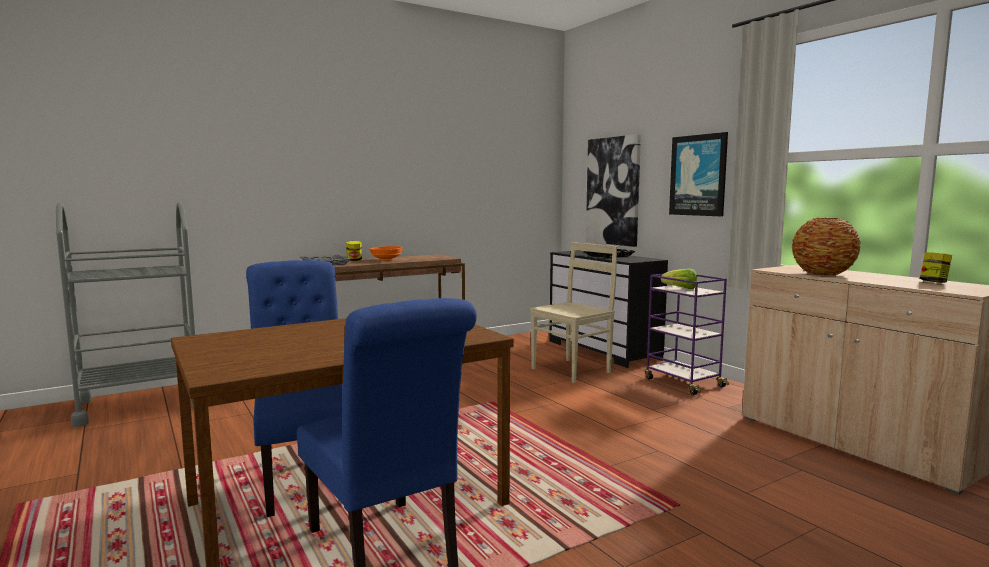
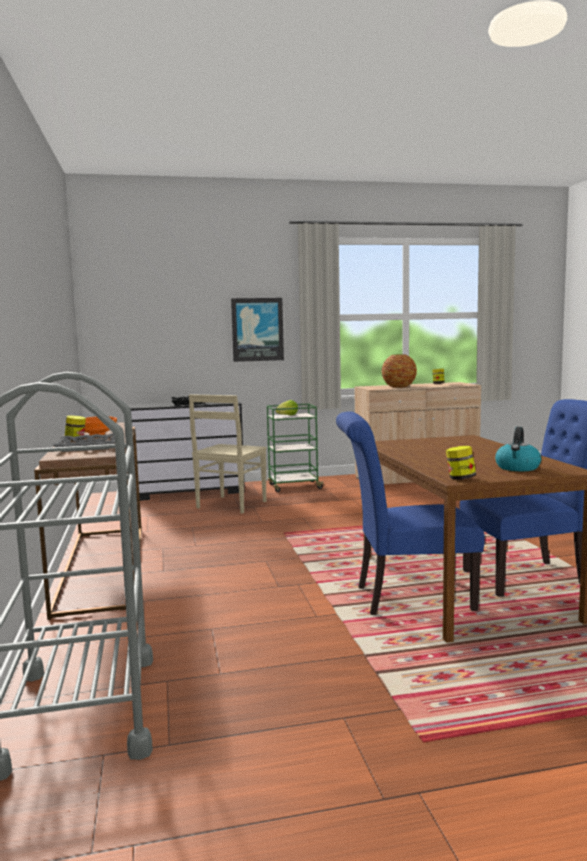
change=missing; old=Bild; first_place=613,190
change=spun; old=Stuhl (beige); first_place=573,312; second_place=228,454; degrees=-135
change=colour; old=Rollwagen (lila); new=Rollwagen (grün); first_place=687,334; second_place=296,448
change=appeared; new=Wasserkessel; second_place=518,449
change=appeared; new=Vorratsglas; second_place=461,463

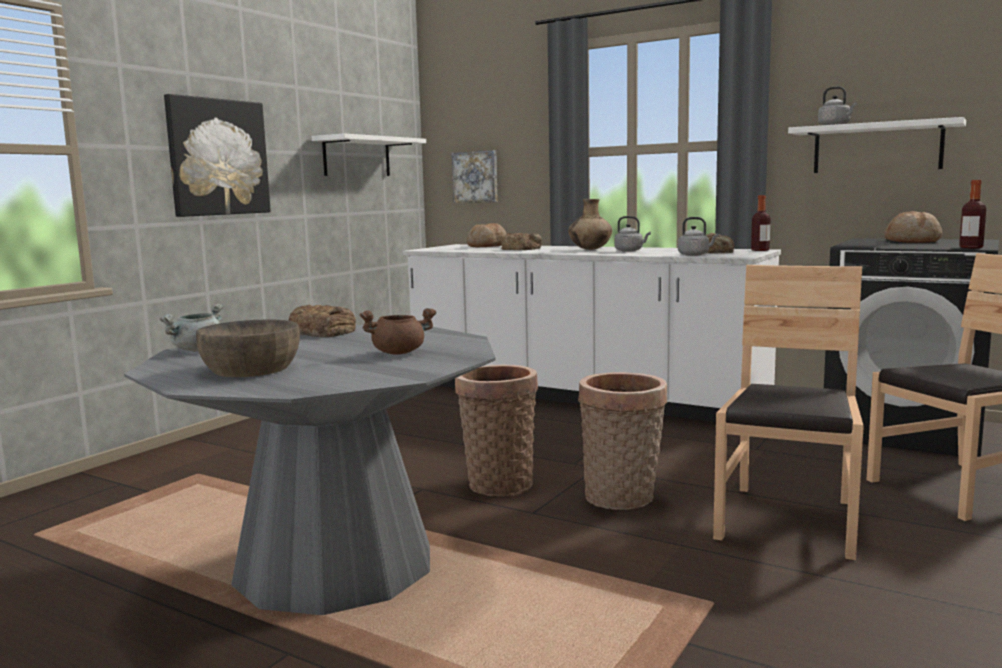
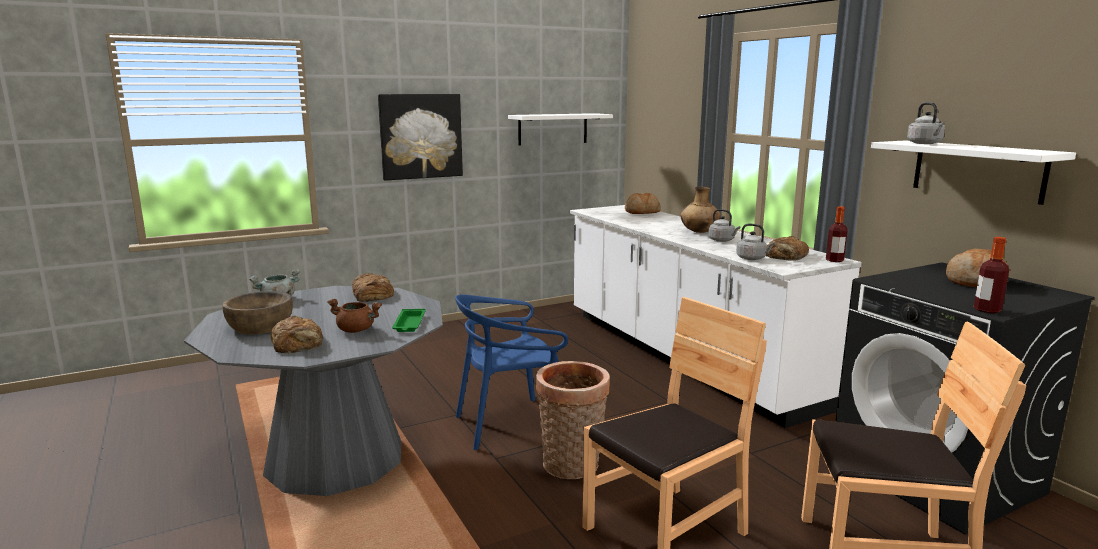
change=missing; old=Bild; first_place=475,177
change=relocated; old=Brot; first_place=521,241; second_place=297,335
change=exchanged; old=Korb; new=Stuhl (blau); first_place=496,431; second_place=511,372
change=appeared; new=Tablett (grün); second_place=409,320

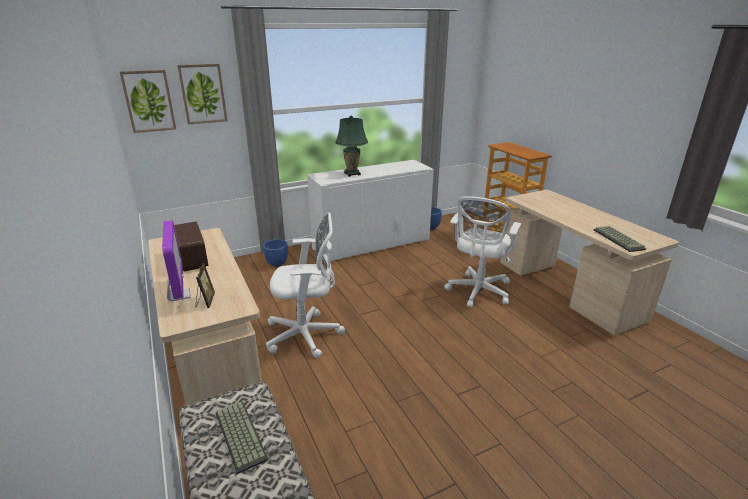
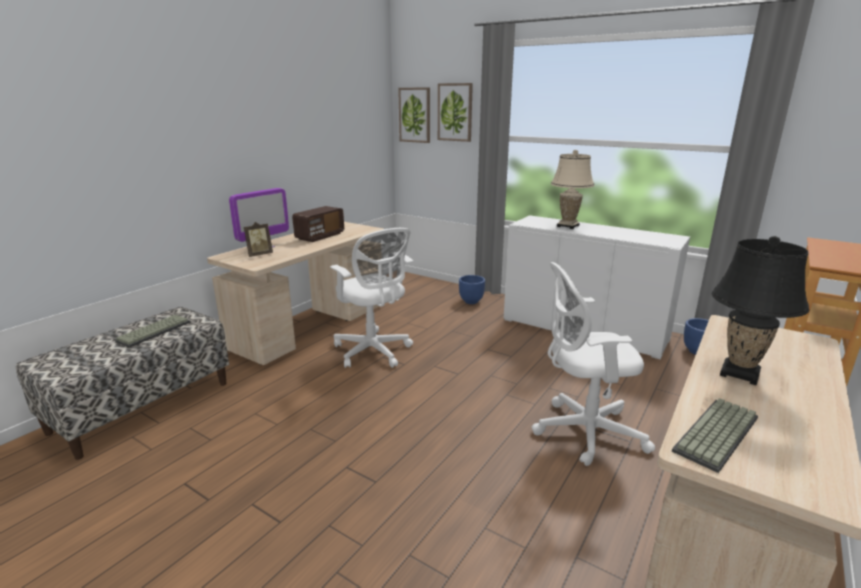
change=colour; old=Tischlampe (grün); new=Tischlampe (beige); first_place=351,146; second_place=573,189
change=appeared; new=Tischlampe (schwarz); second_place=760,311

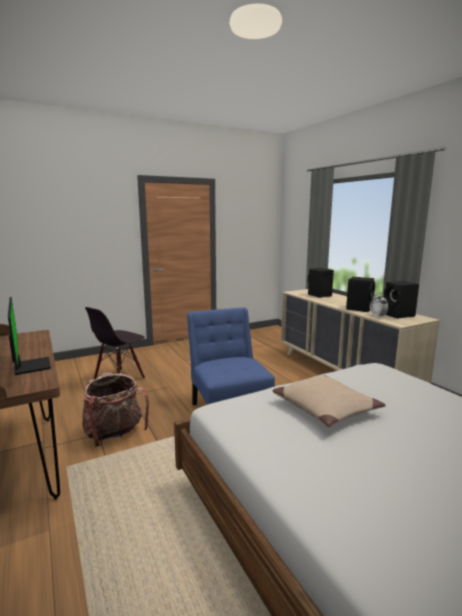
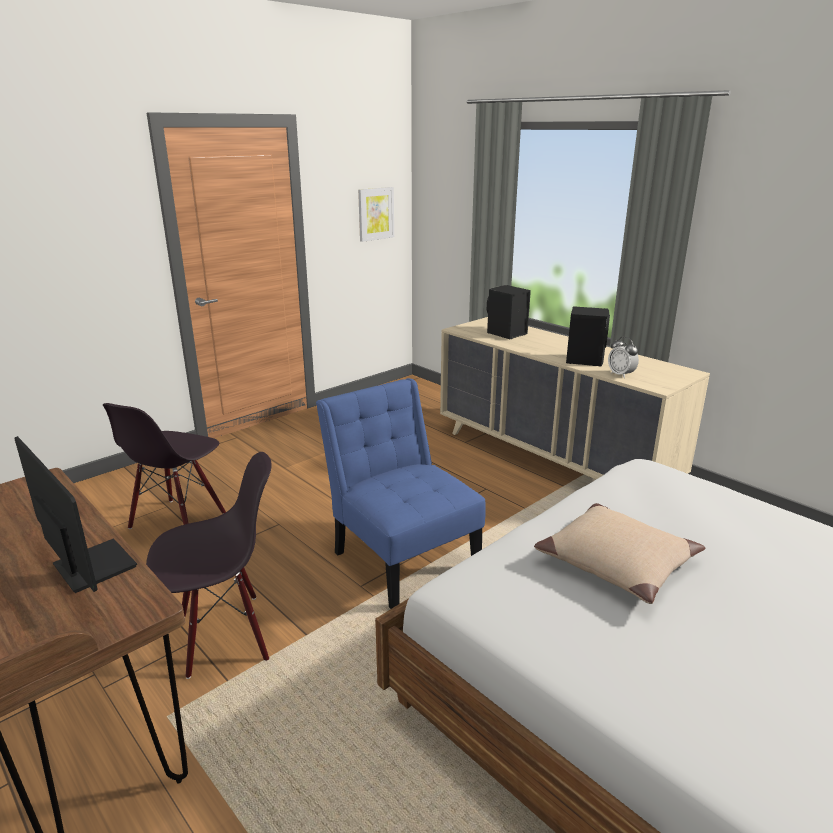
change=missing; old=Lautsprecher (schwarz); first_place=401,299
change=exchanged; old=Rucksack; new=Stuhl (schwarz); first_place=115,409; second_place=209,565
change=appeared; new=Bild; second_place=376,214

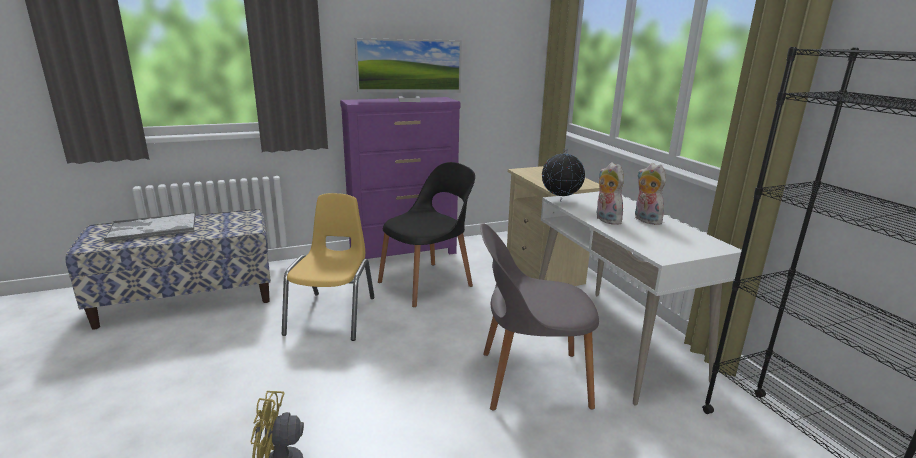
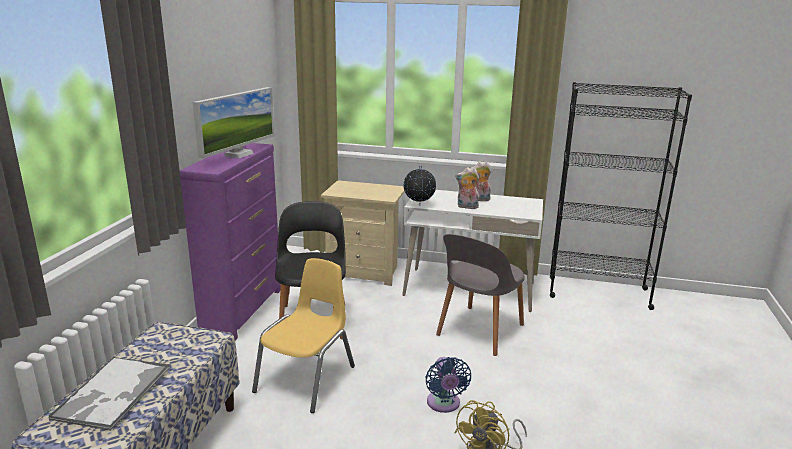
change=spun; old=Stuhl (gelb); first_place=328,267; second_place=303,335; degrees=75
change=appeared; new=Ventilator (blau); second_place=448,385

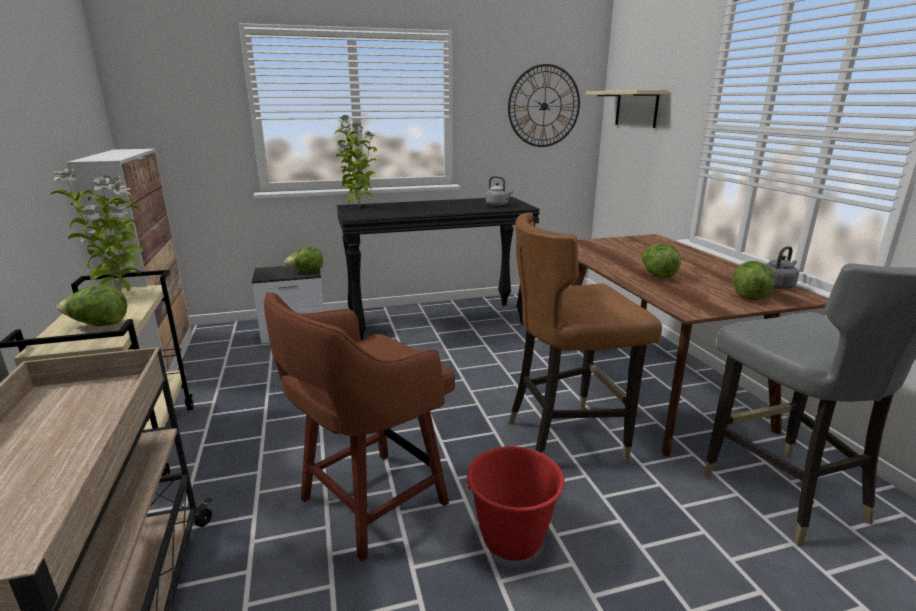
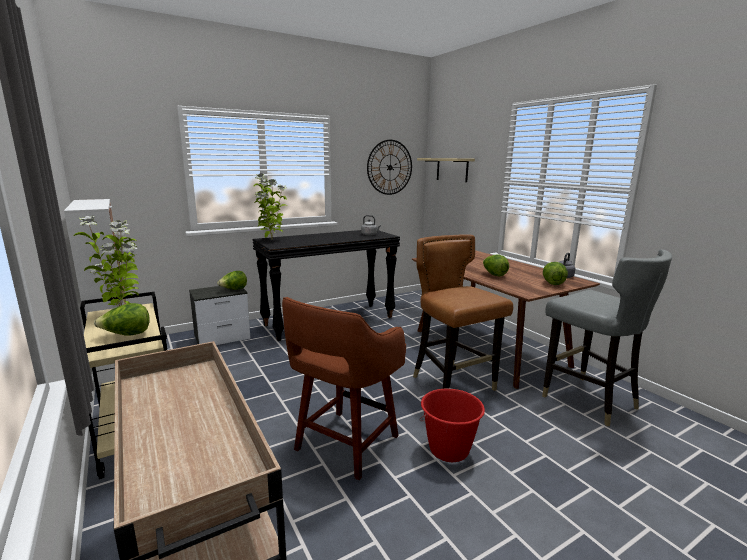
change=spun; old=Stuhl (braun); first_place=585,337; second_place=463,312; degrees=90

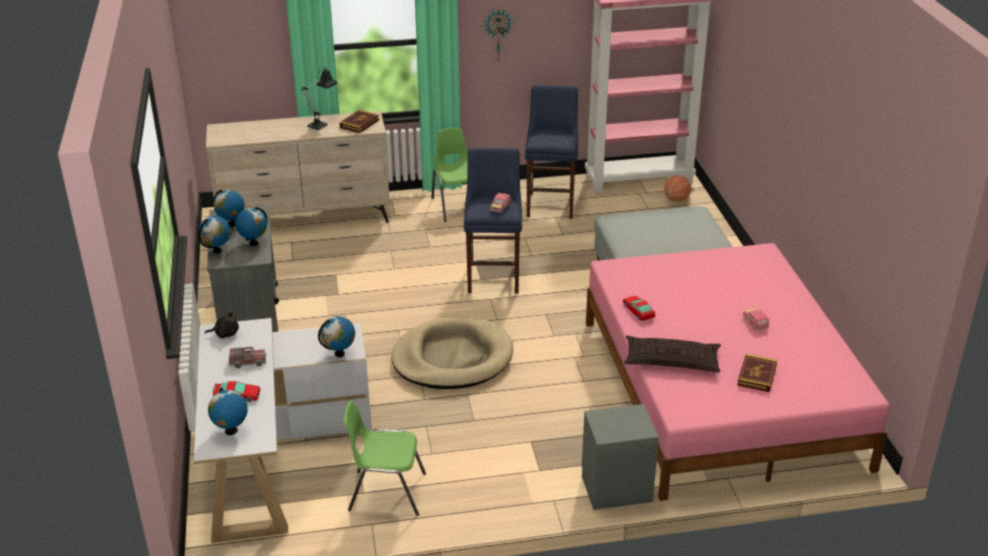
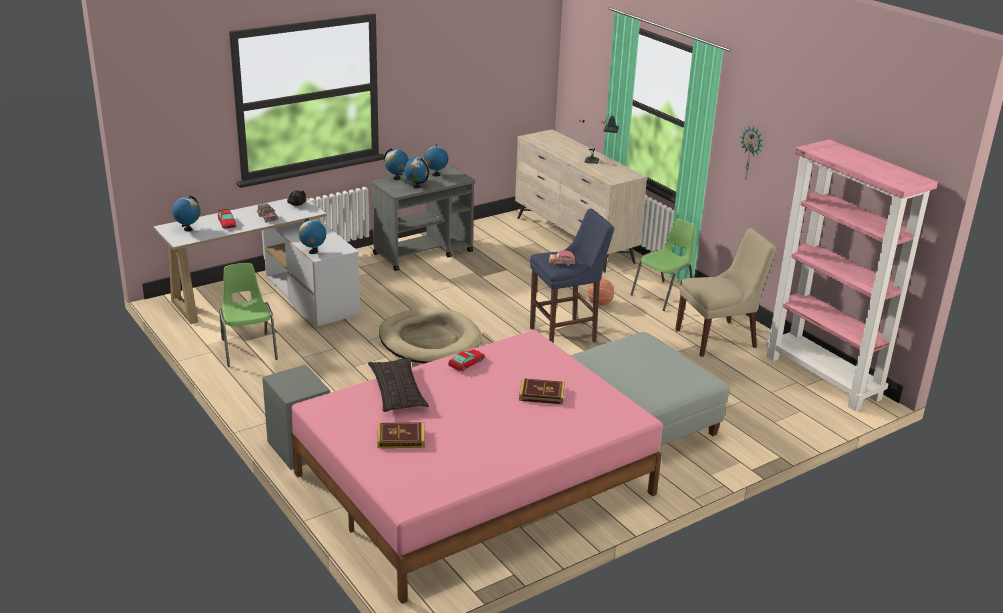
change=exchanged; old=Hocker (blau); new=Stuhl (beige); first_place=551,152; second_place=726,292
change=relocated; old=Buch; first_place=360,121; second_place=542,391
change=relocated; old=Basketball; first_place=677,188; second_place=601,292
change=missing; old=Spielzeugauto; first_place=756,319

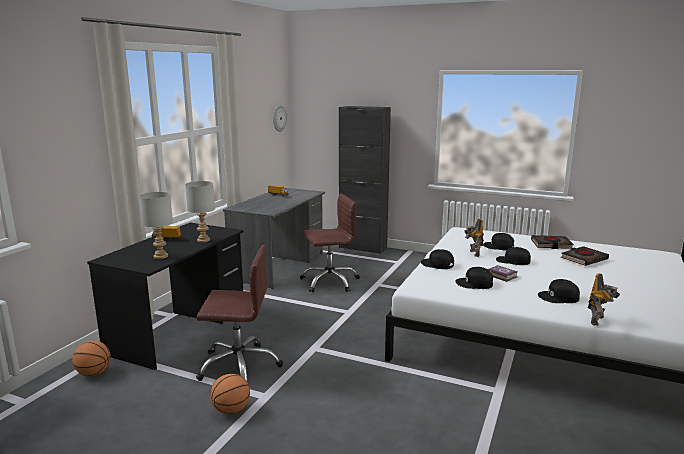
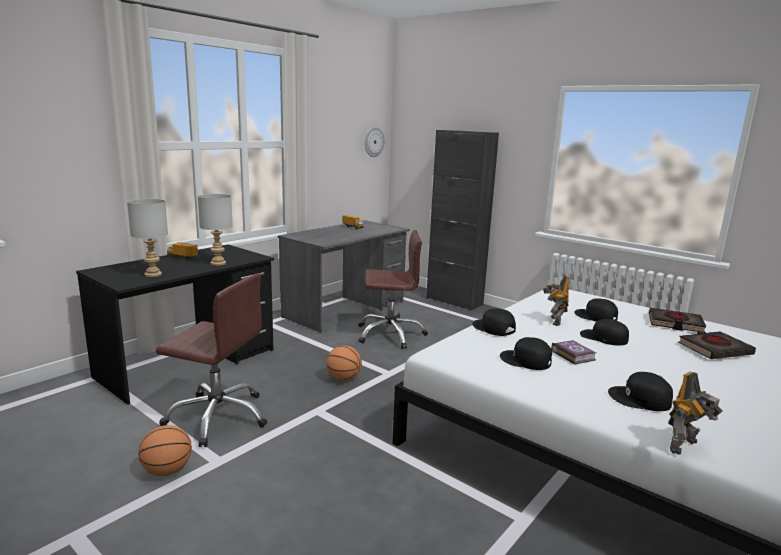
change=relocated; old=Basketball; first_place=91,358; second_place=344,363

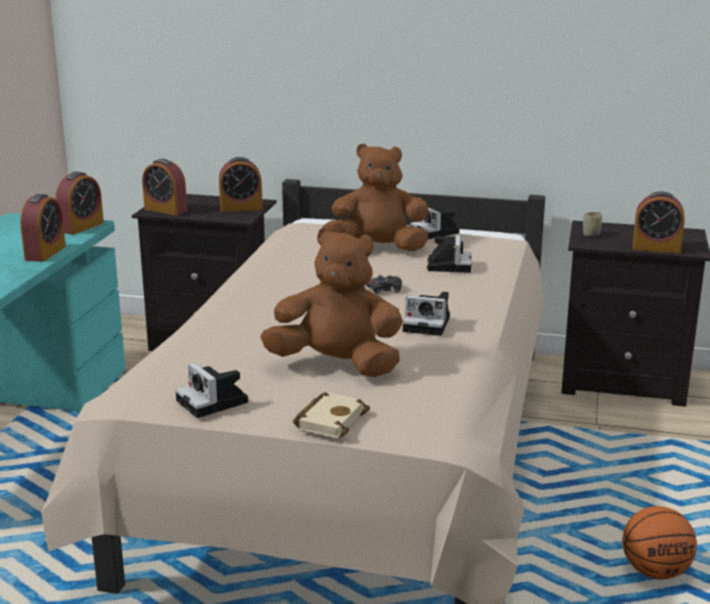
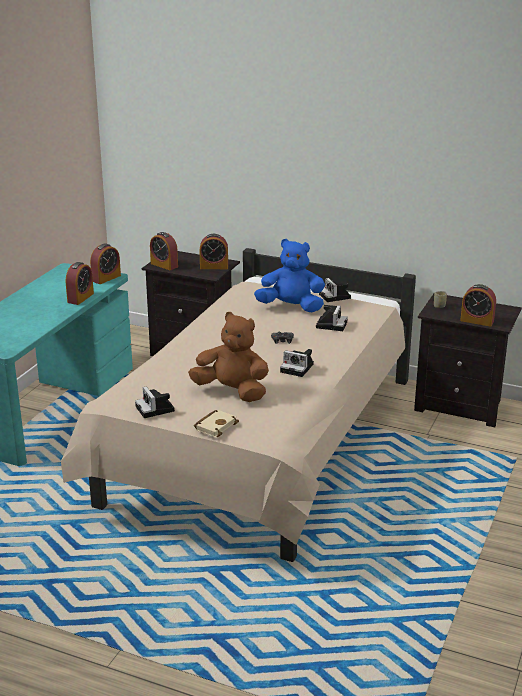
change=colour; old=Plüschtier (braun); new=Plüschtier (blau); first_place=375,197; second_place=289,275
change=missing; old=Basketball; first_place=659,543

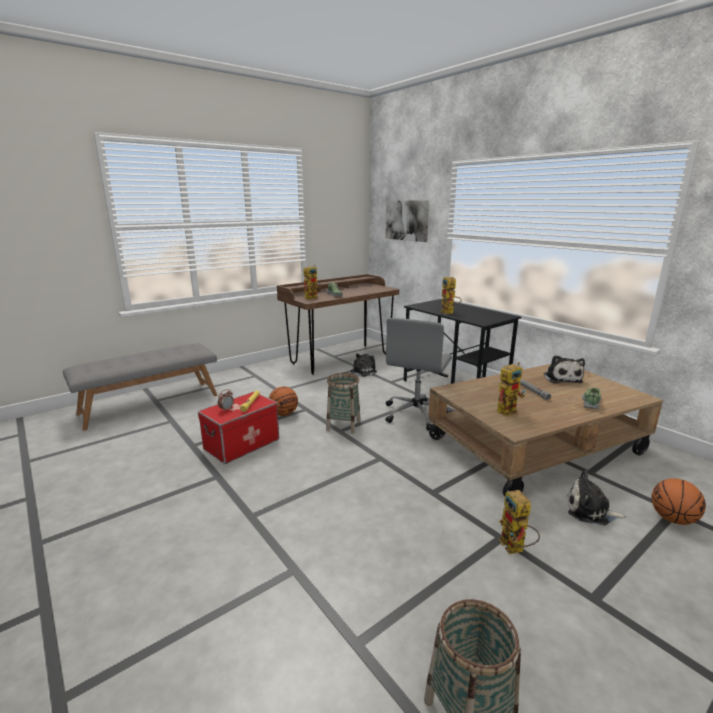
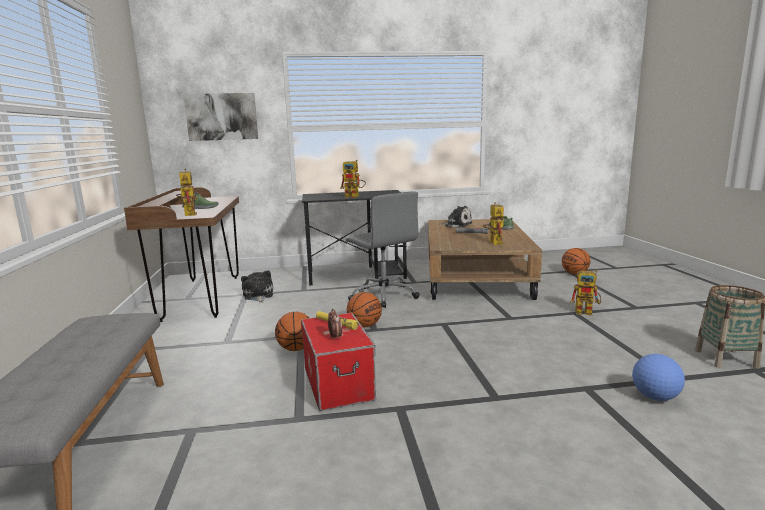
change=exchanged; old=Korb; new=Basketball; first_place=343,403; second_place=364,309
change=missing; old=Plüschtier; first_place=597,497
change=appeared; new=Fußball; second_place=658,377

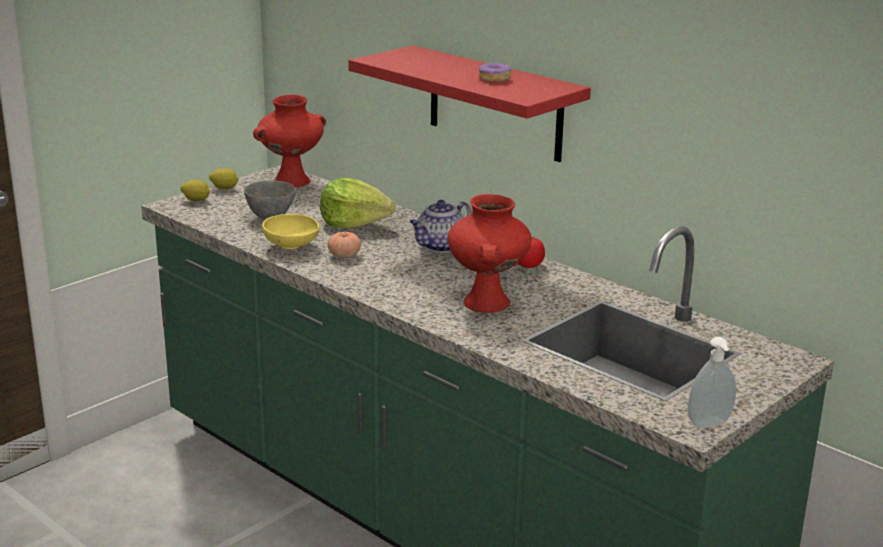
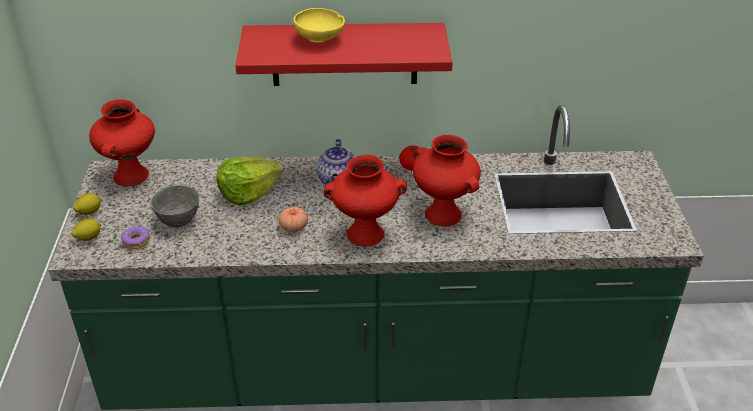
change=relocated; old=Donut; first_place=495,72; second_place=135,237
change=relocated; old=Schüssel (gelb); first_place=290,231; second_place=319,25
change=missing; old=Seifenspender; first_place=712,382
change=appeared; new=Vase (rot); second_place=365,200

